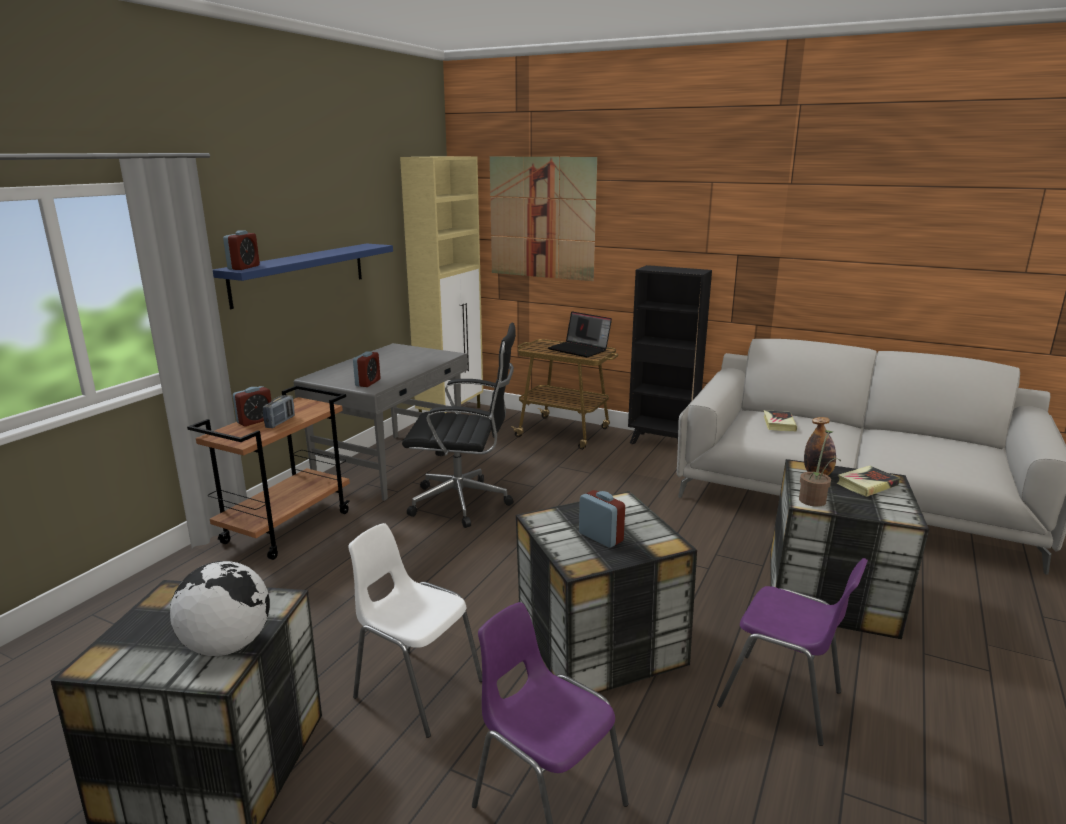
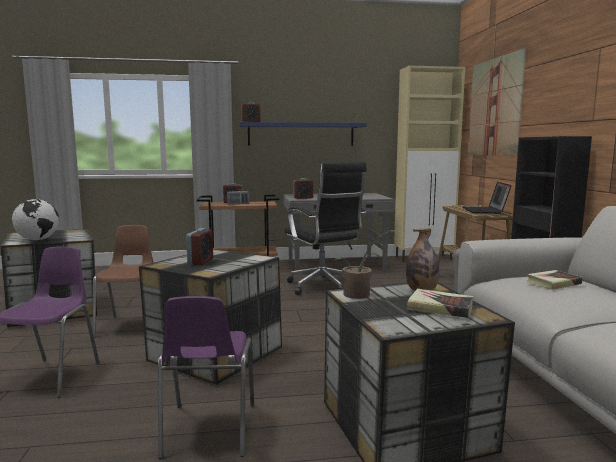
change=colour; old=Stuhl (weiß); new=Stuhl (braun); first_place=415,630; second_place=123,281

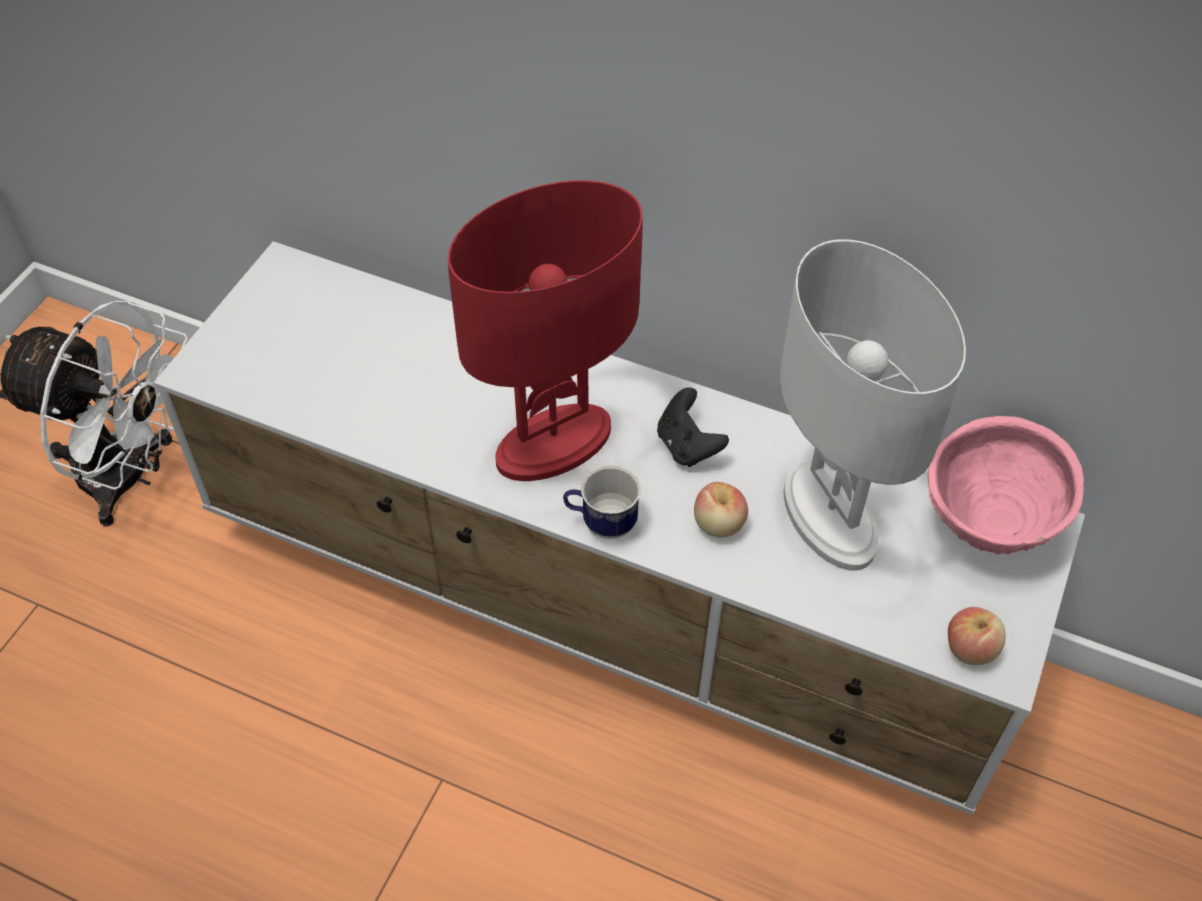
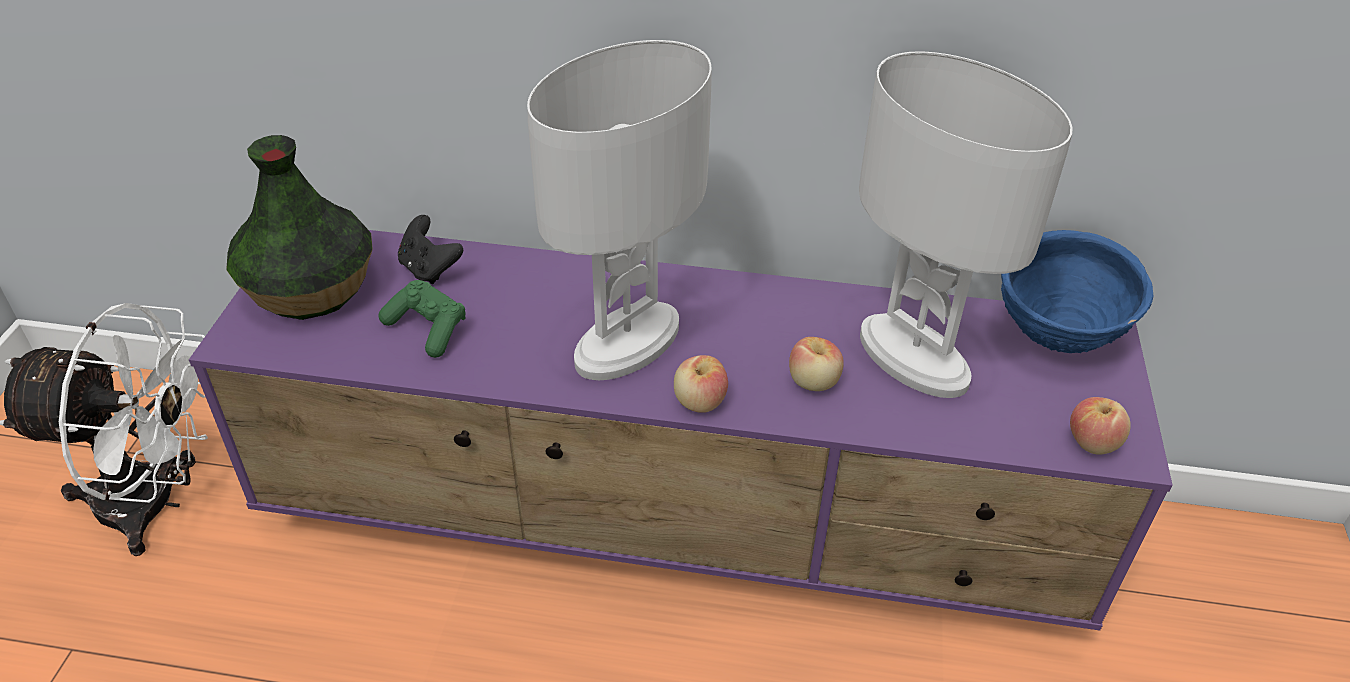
change=colour; old=Tischlampe (rot); new=Tischlampe (weiß); first_place=545,330; second_place=619,210
change=colour; old=Fernsehschrank (weiß); new=Fernsehschrank (lila); first_place=619,528; second_place=681,430
change=relocated; old=Gamepad (schwarz); first_place=693,427; second_place=430,249
change=colour; old=Schüssel (rosa); new=Schüssel (blau); first_place=1006,485; second_place=1077,291
change=exchanged; old=Henkelbecher; new=Apfel; first_place=602,502; second_place=701,384
change=appeared; new=Vase; second_place=299,227
change=appeared; new=Gamepad (grün); second_place=422,319

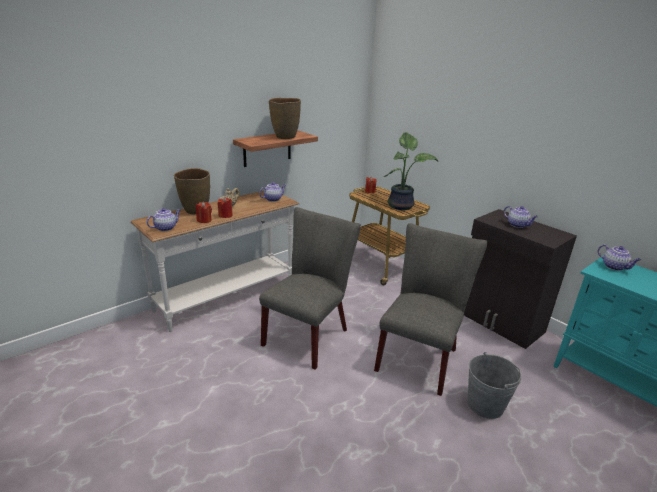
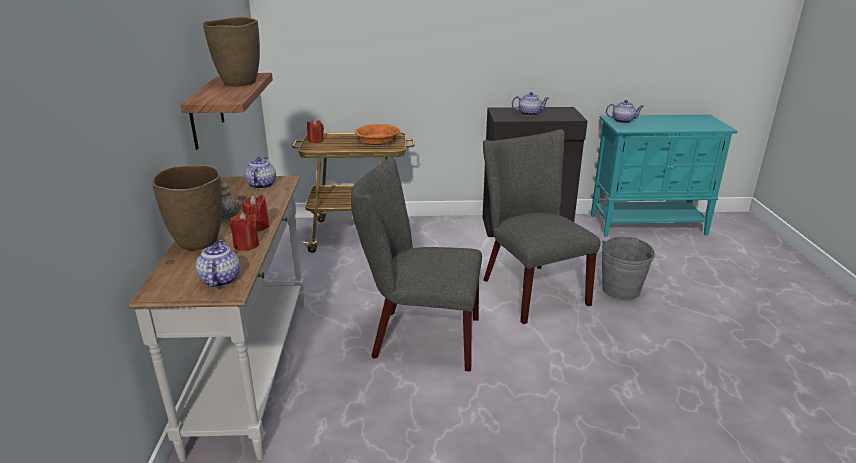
change=exchanged; old=Topfpflanze; new=Schüssel (orange); first_place=411,171; second_place=377,134
change=spun; old=Stuhl (grau); first_place=310,288; second_place=416,264; degrees=-60

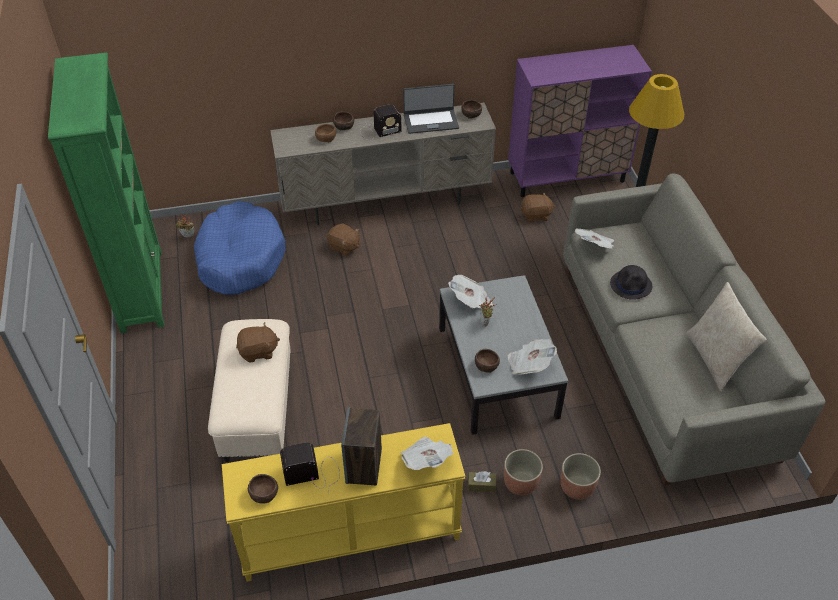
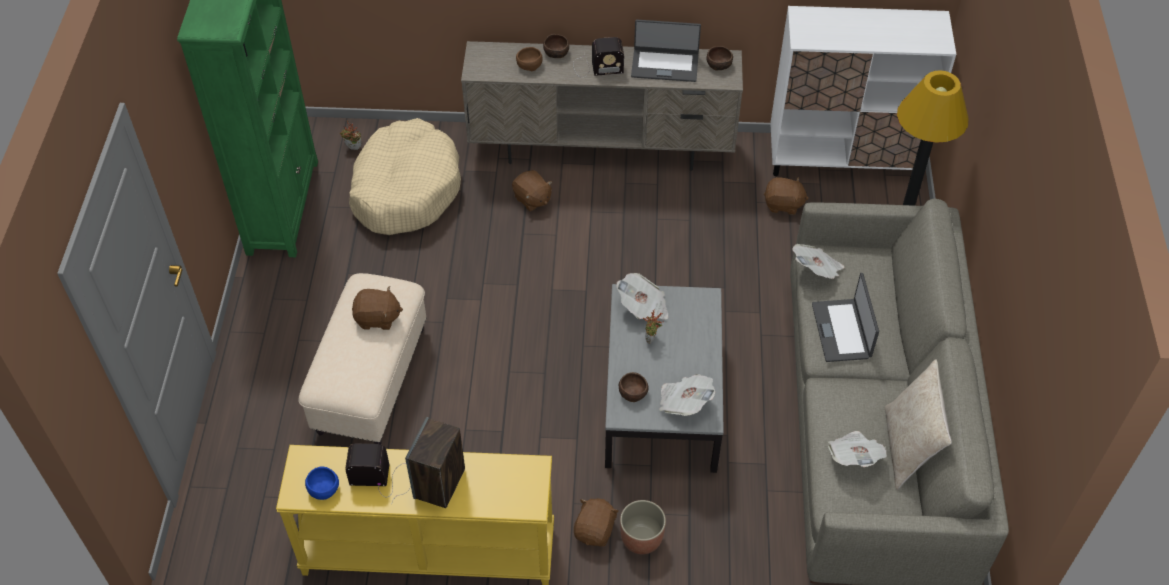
change=colour; old=Schrank (lila); new=Schrank (weiß); first_place=580,121; second_place=863,91
change=colour; old=Hundebett (blau); new=Hundebett (beige); first_place=239,248; second_place=405,176
change=exchanged; old=Hut (schwarz); new=Laptop; first_place=631,282; second_place=845,317
change=relocated; old=Zeitung; first_place=426,453; second_place=857,449
change=missing; old=Pflanzkübel; first_place=580,476
change=exchanged; old=Taschentuchbox (braun); new=Plüschtier (braun); first_place=482,481; second_place=596,522
change=colour; old=Schüssel (braun); new=Schüssel (blau); first_place=263,489; second_place=322,483

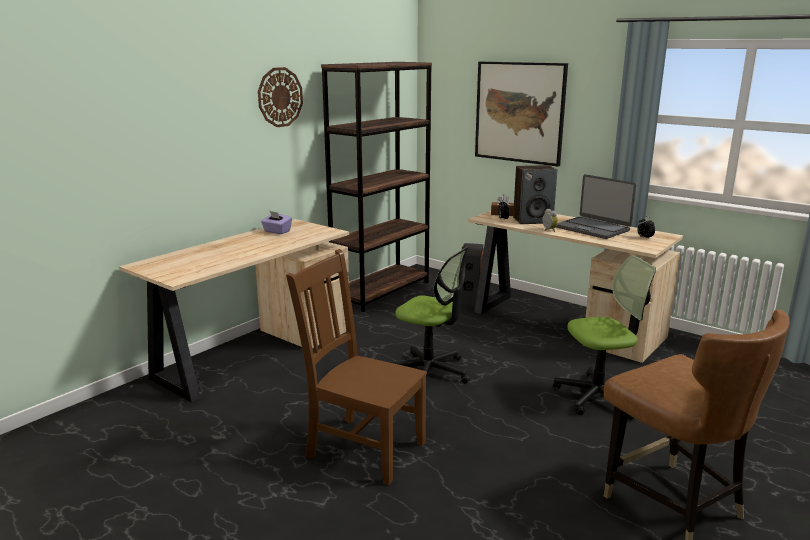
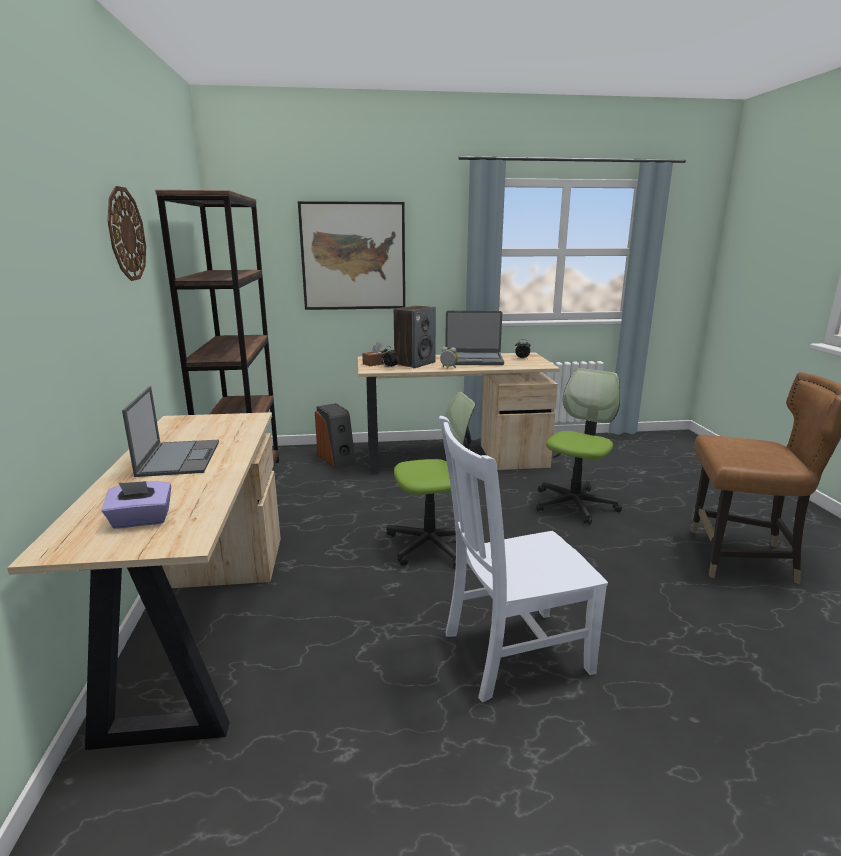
change=relocated; old=Taschentuchbox (lila); first_place=276,222; second_place=136,505
change=colour; old=Stuhl (braun); new=Stuhl (weiß); first_place=356,367; second_place=523,559
change=appeared; new=Laptop; second_place=170,431

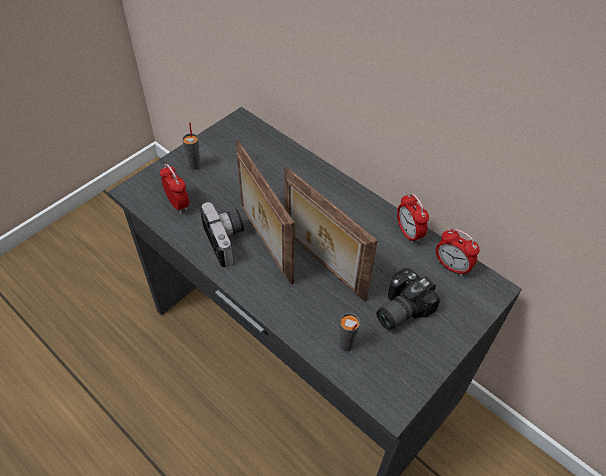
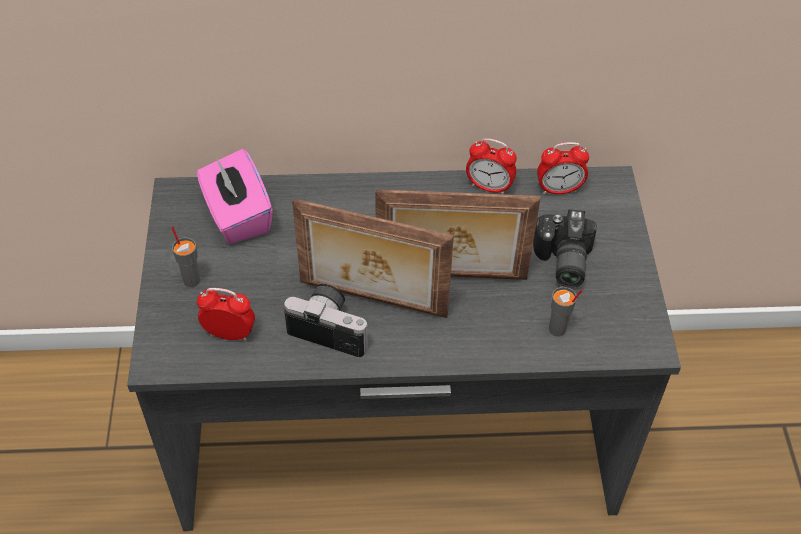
change=appeared; new=Taschentuchbox (rosa); second_place=235,196

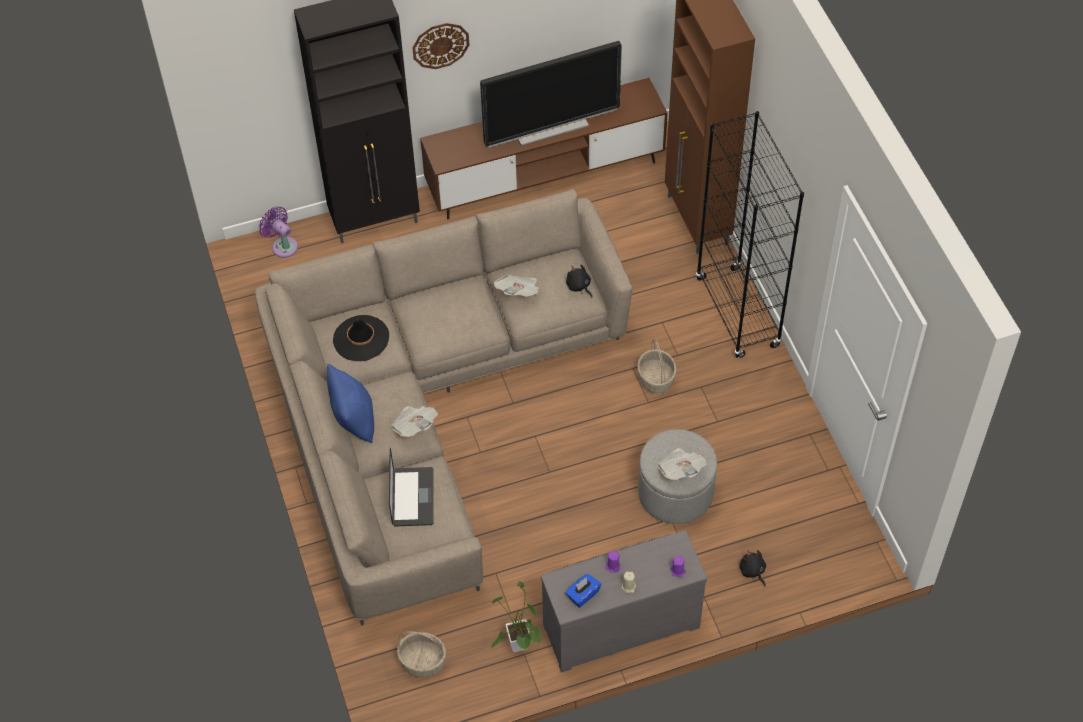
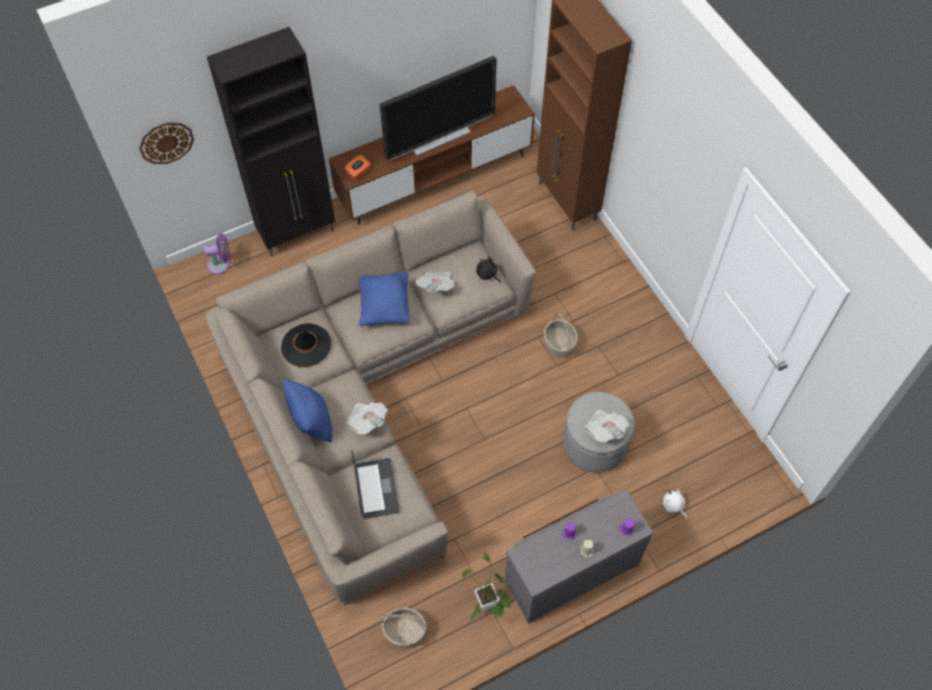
change=relocated; old=Wanduhr; first_place=441,46; second_place=166,143
change=missing; old=Bücherregal (schwarz); first_place=749,234
change=spun; old=Ventilator (lila); first_place=278,232; second_place=217,253; degrees=135
change=colour; old=Plüschtier (schwarz); new=Plüschtier (weiß); first_place=753,568; second_place=675,504
change=missing; old=Taschentuchbox (blau); first_place=583,590
change=appeared; new=Taschentuchbox (orange); second_place=357,167
change=appeared; new=Kissen (blau); second_place=384,299

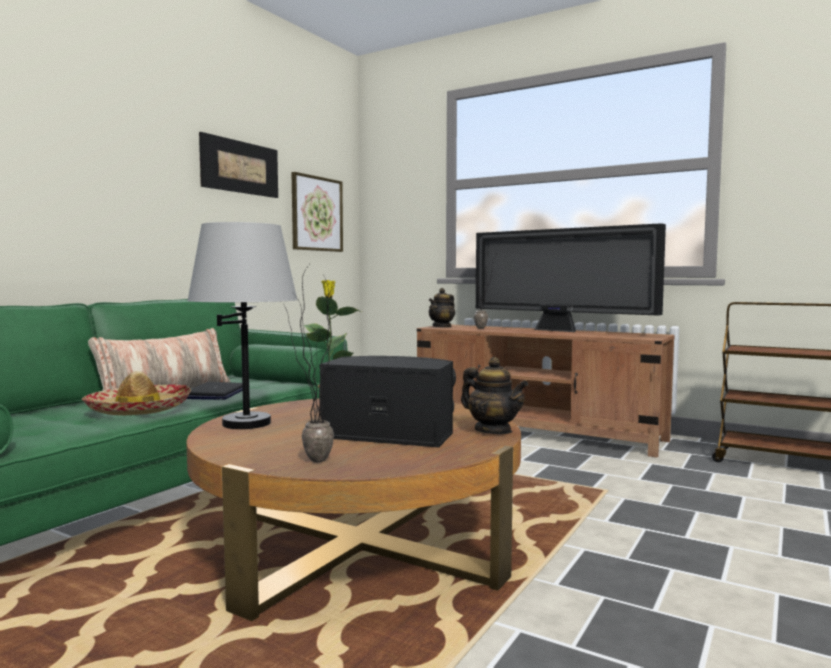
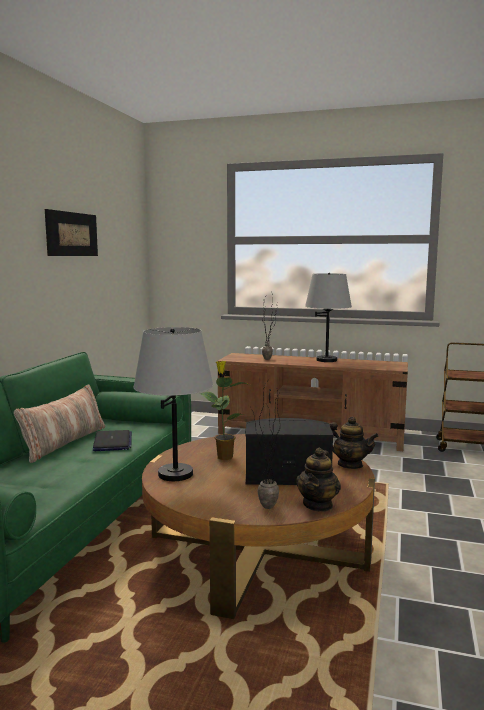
change=missing; old=Bild; first_place=317,212
change=exchanged; old=Fernseher; new=Tischlampe (grau); first_place=571,277; second_place=328,317
change=relocated; old=Teekanne; first_place=442,308; second_place=318,480
change=missing; old=Hut; first_place=136,393

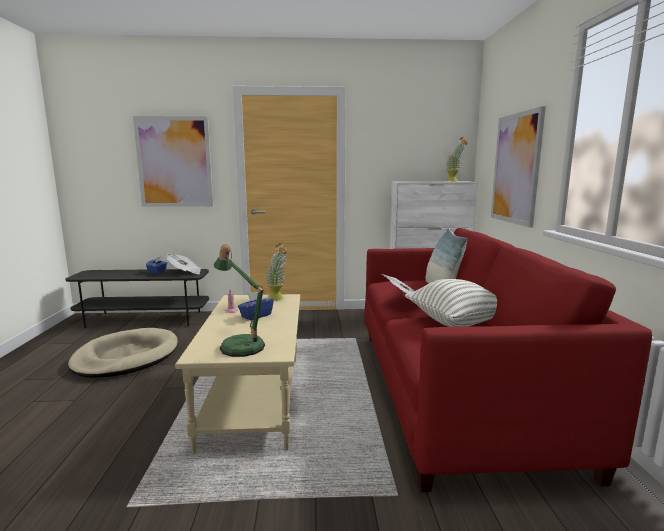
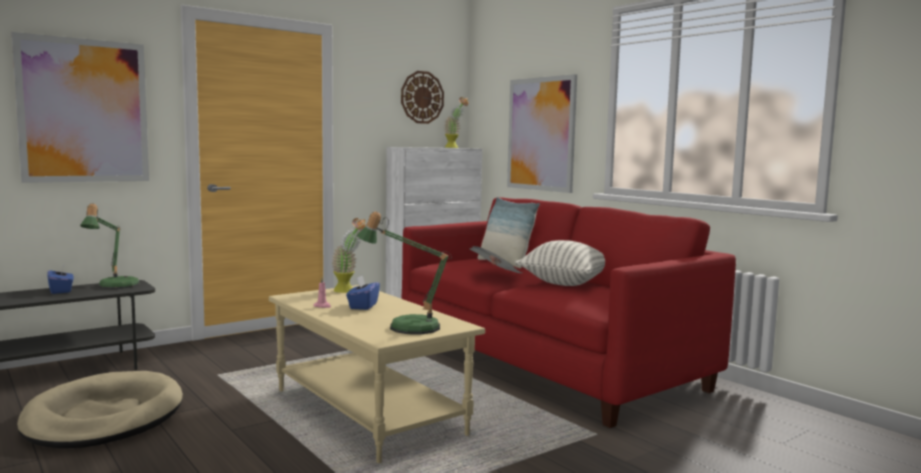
change=exchanged; old=Zeitung; new=Tischlampe; first_place=184,263; second_place=110,246
change=appeared; new=Wanduhr; second_place=422,97

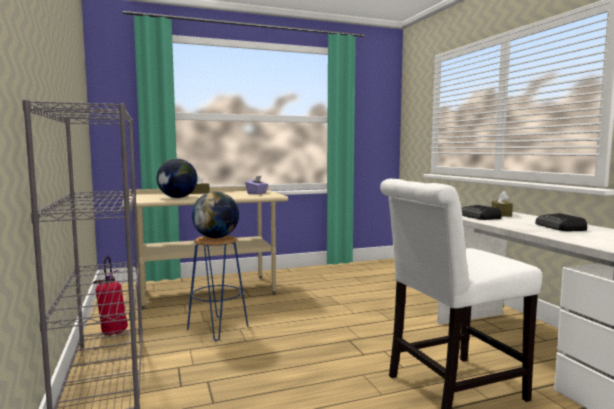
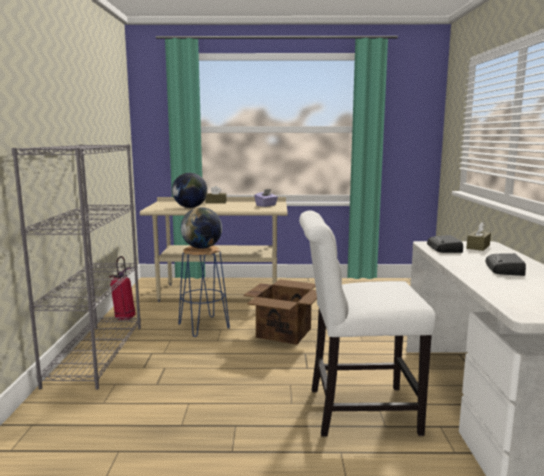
change=appeared; new=Karton; second_place=280,312

